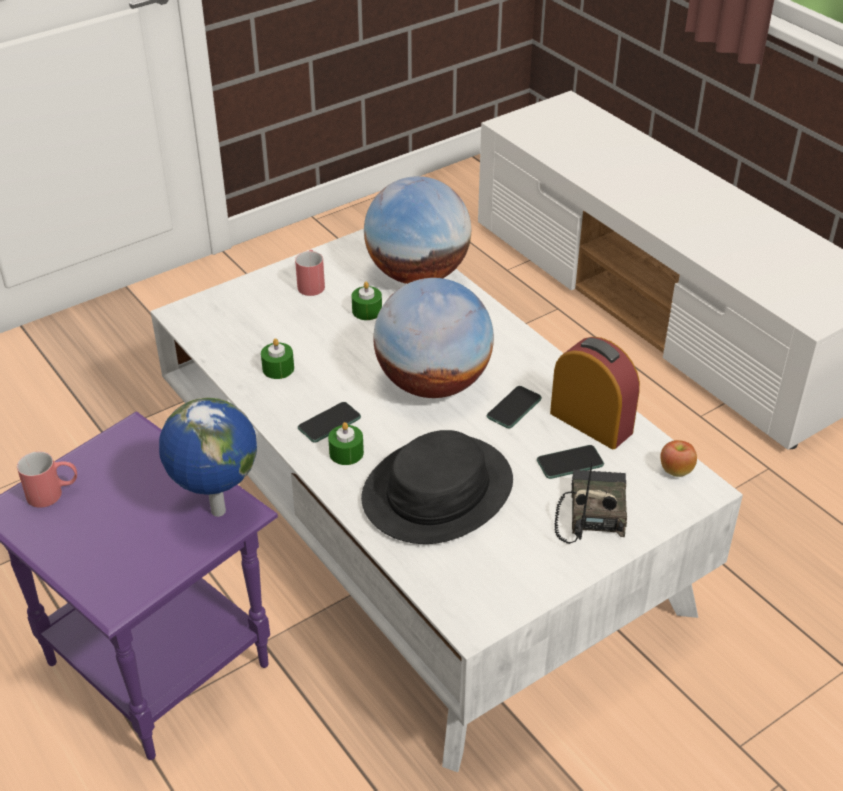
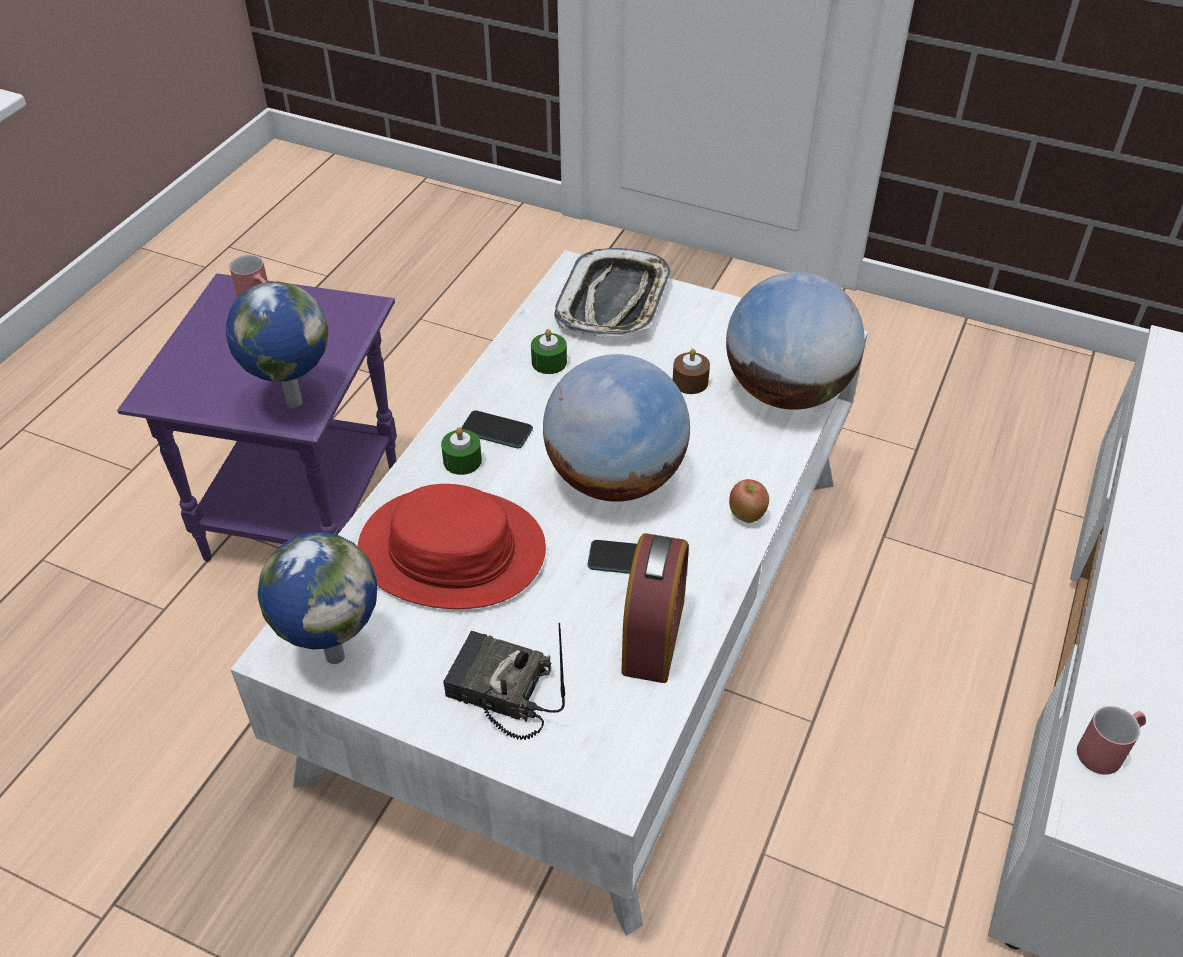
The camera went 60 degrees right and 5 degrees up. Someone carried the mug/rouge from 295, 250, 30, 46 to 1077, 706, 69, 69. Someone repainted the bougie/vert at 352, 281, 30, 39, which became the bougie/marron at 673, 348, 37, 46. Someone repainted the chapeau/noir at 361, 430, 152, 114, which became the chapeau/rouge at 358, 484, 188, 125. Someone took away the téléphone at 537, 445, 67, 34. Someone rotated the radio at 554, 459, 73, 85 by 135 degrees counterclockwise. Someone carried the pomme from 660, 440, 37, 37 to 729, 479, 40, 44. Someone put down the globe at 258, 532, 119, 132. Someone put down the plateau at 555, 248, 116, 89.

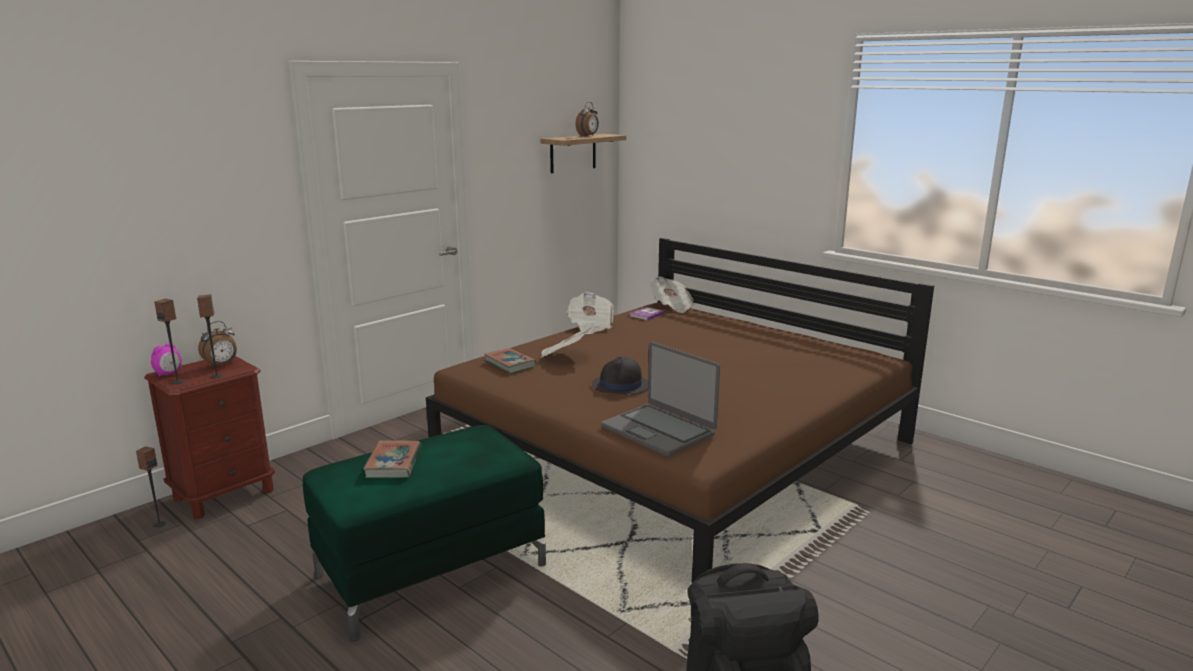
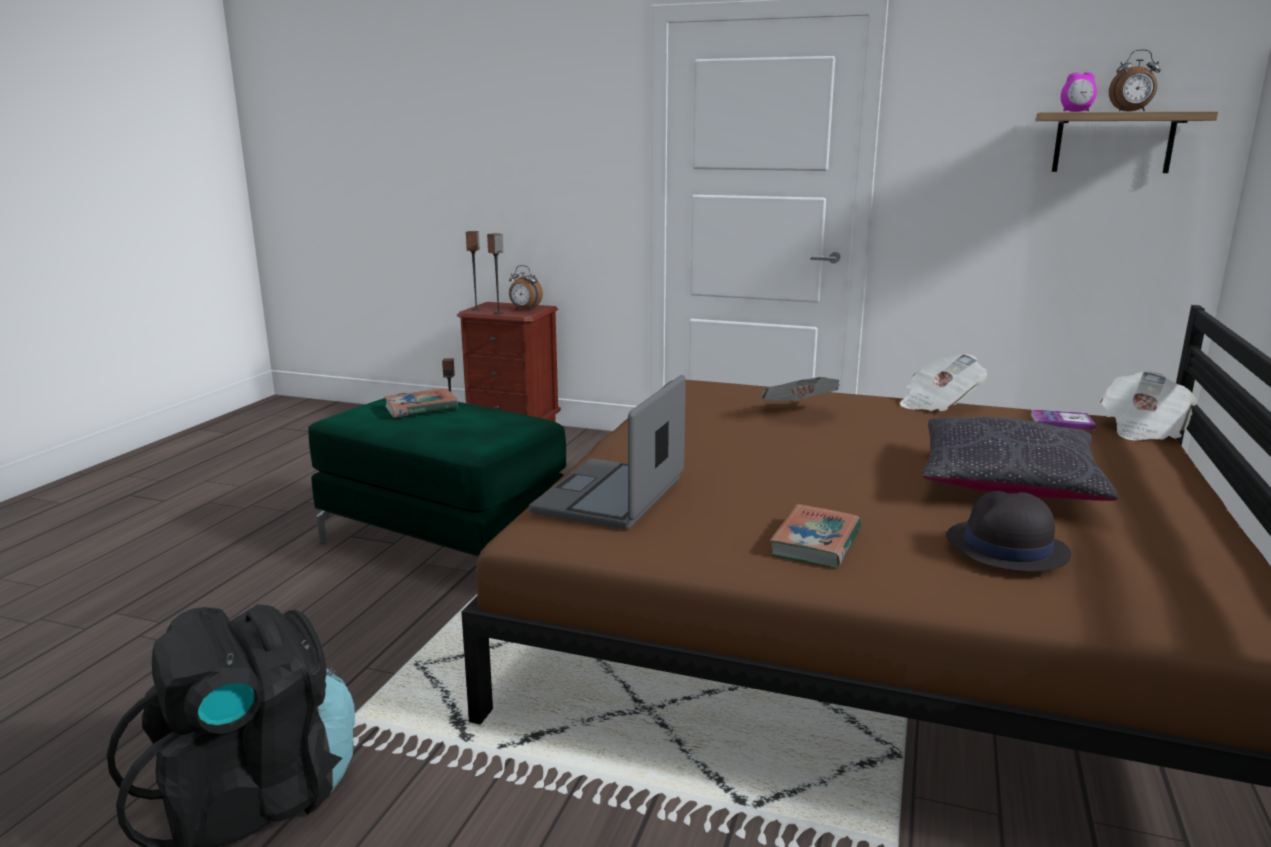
The camera went 65 degrees right and 0 degrees up. Someone carried the réveil from 151, 343, 31, 33 to 1061, 72, 36, 40. Someone carried the livre from 484, 348, 53, 25 to 770, 504, 92, 63. Someone carried the chapeau/noir from 592, 357, 56, 38 to 946, 491, 125, 81. Someone put down the coussin/noir at 923, 417, 195, 84.

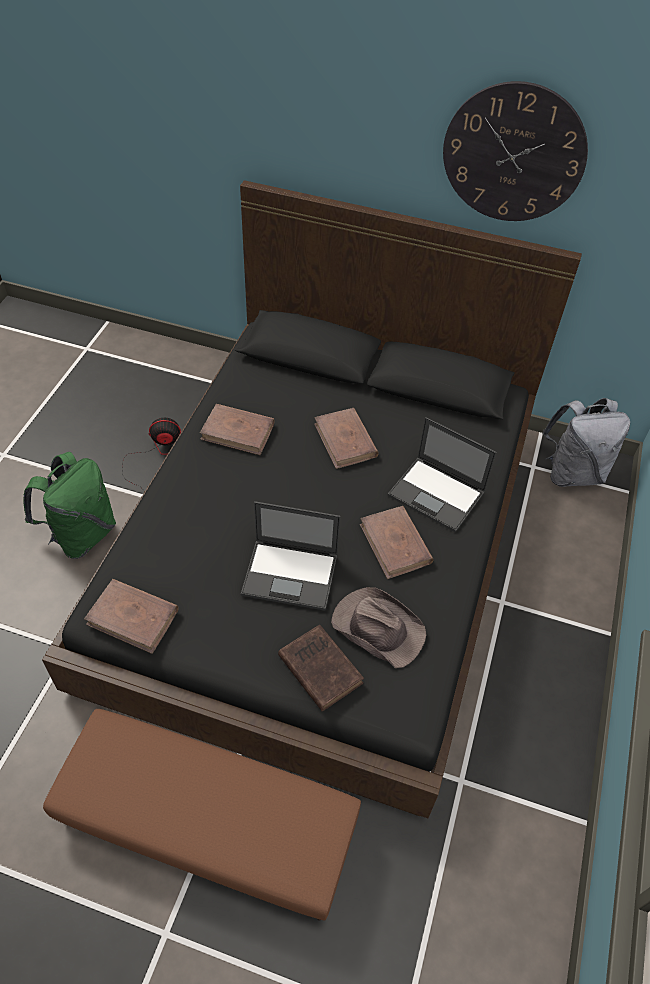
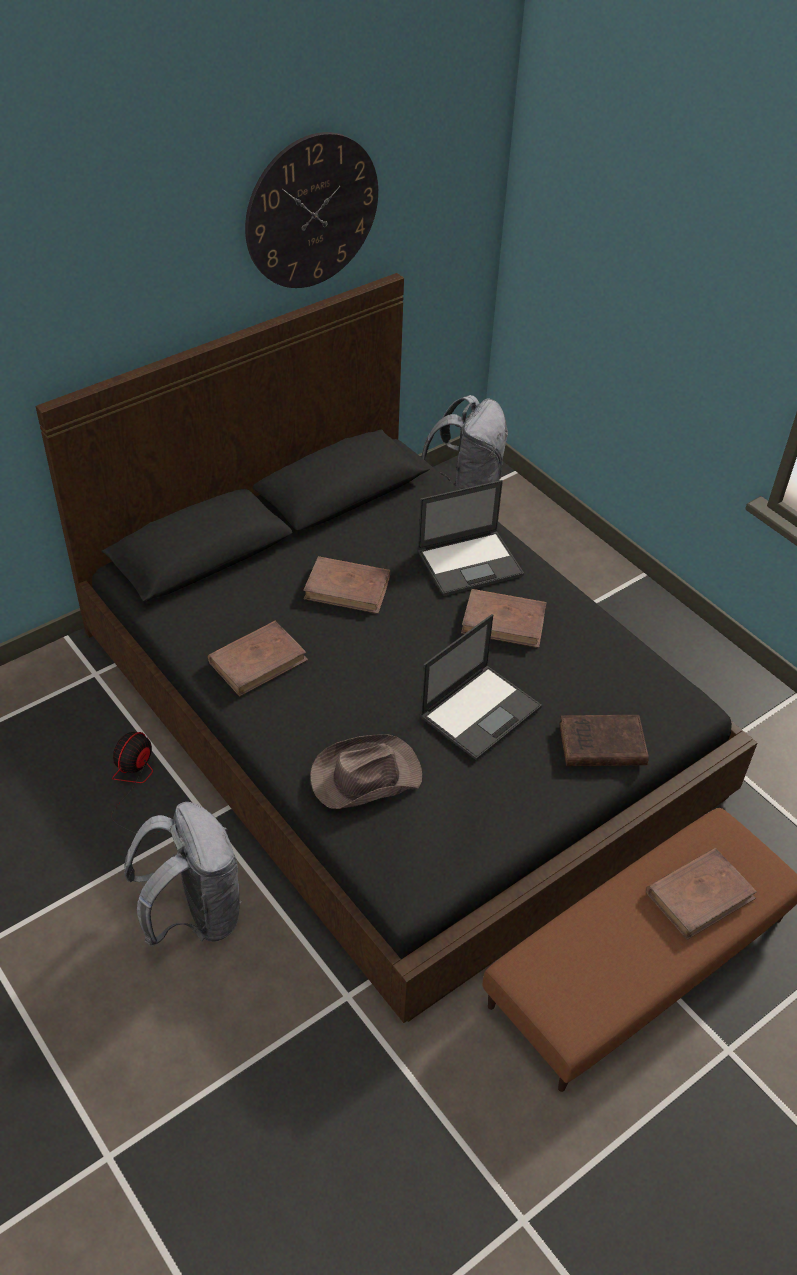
The camera went 55 degrees left and 5 degrees down. Someone repainted the sac à dos/vert at 23, 452, 93, 107, which became the sac à dos/gris at 124, 802, 118, 146. Someone carried the livre/marron from 84, 579, 94, 75 to 646, 848, 111, 92. Someone carried the chapeau/marron from 331, 587, 95, 81 to 310, 734, 112, 75.

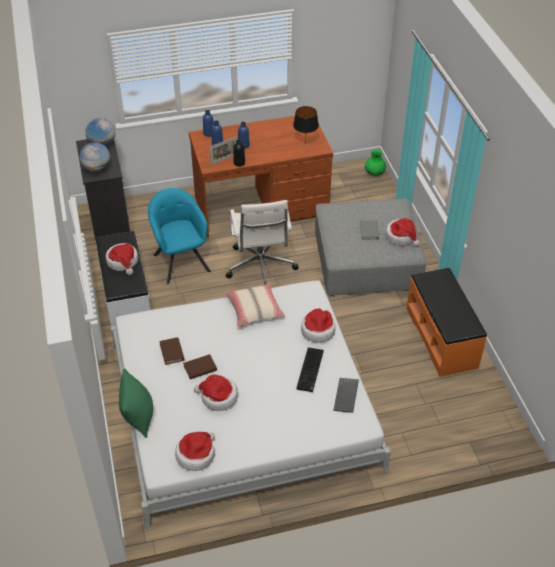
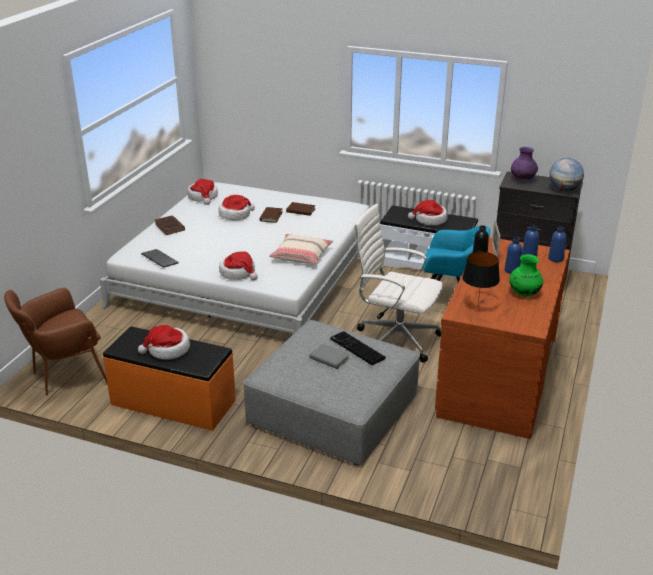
The camera went 125 degrees right and 15 degrees down. Someone swapped the globe at 79, 142, 31, 31 for the vase/violet at 511, 147, 27, 34. Someone took away the coussin/vert at 119, 368, 34, 70. Someone carried the clavier from 296, 348, 28, 44 to 330, 331, 56, 34. Someone carried the vase/vert from 365, 150, 21, 26 to 509, 254, 34, 43. Someone carried the chapeau from 385, 218, 35, 29 to 138, 325, 52, 35. Someone put down the fauteuil/marron at 4, 288, 104, 108. Someone put down the livre/marron at 155, 215, 30, 20.

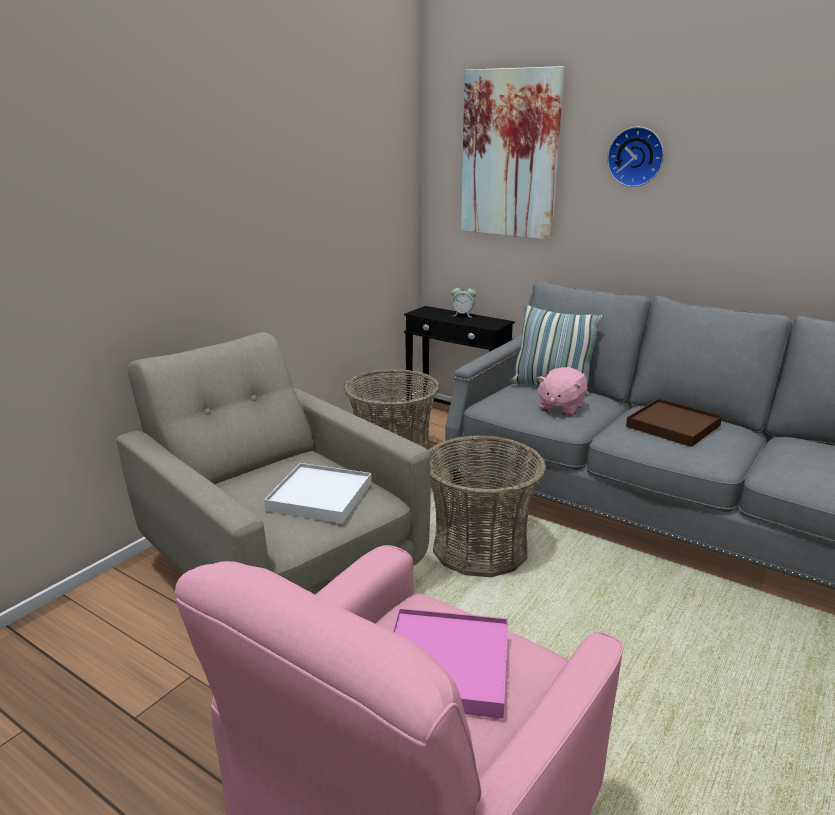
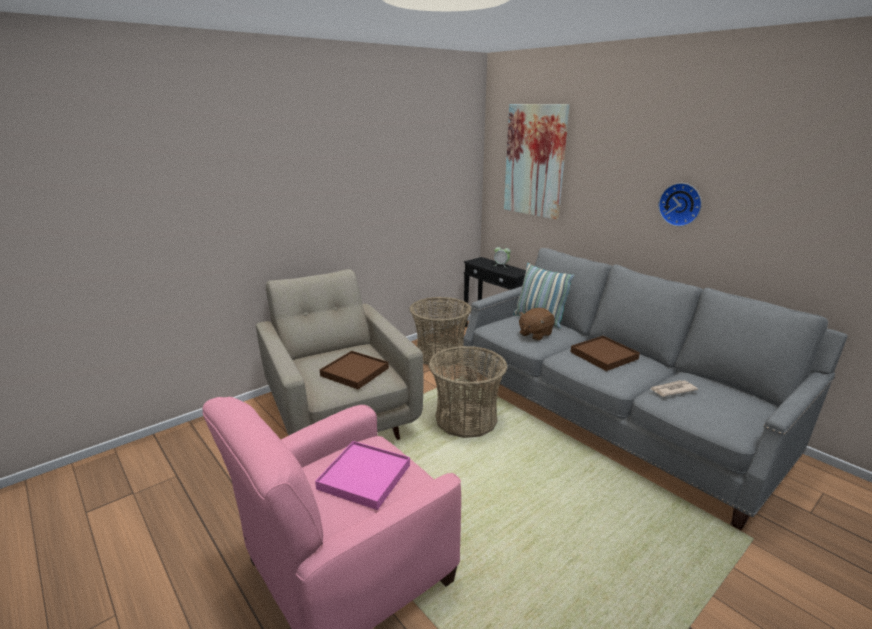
The camera went 15 degrees right and 0 degrees up. Someone repainted the plateau/blanc at 264, 463, 108, 60, which became the plateau/marron at 320, 351, 69, 38. Someone repainted the peluche/rose at 536, 367, 51, 49, which became the peluche/marron at 519, 308, 36, 33. Someone carried the horloge murale from 607, 127, 57, 60 to 658, 183, 44, 44. Someone put down the journal at 651, 380, 47, 17.

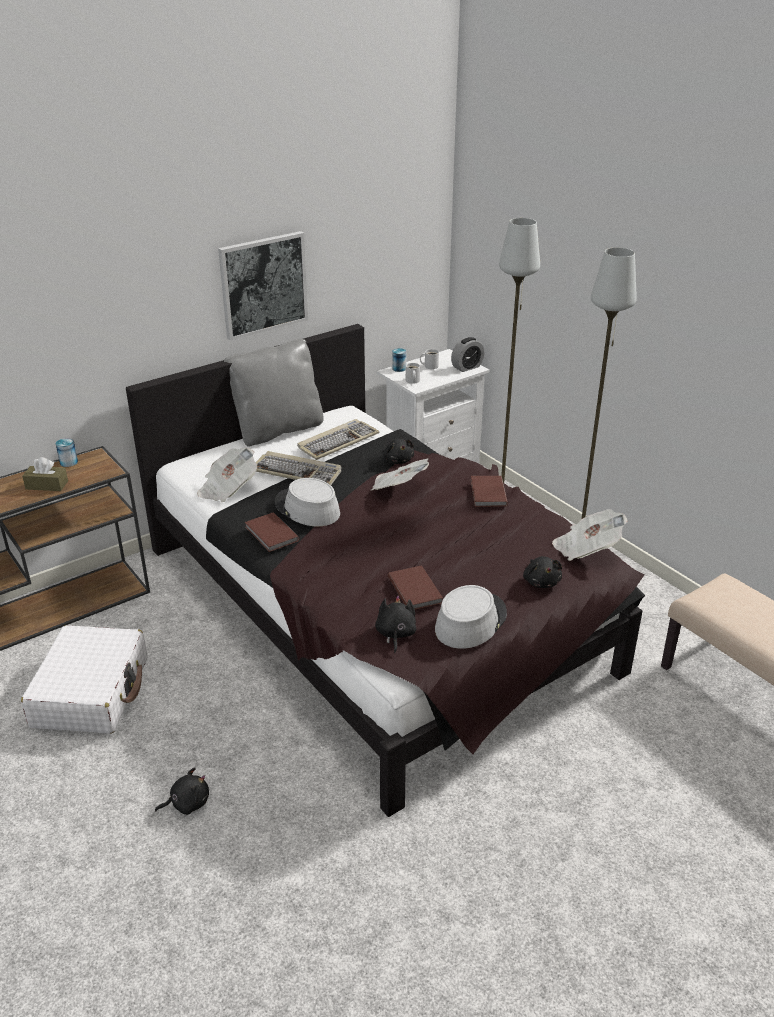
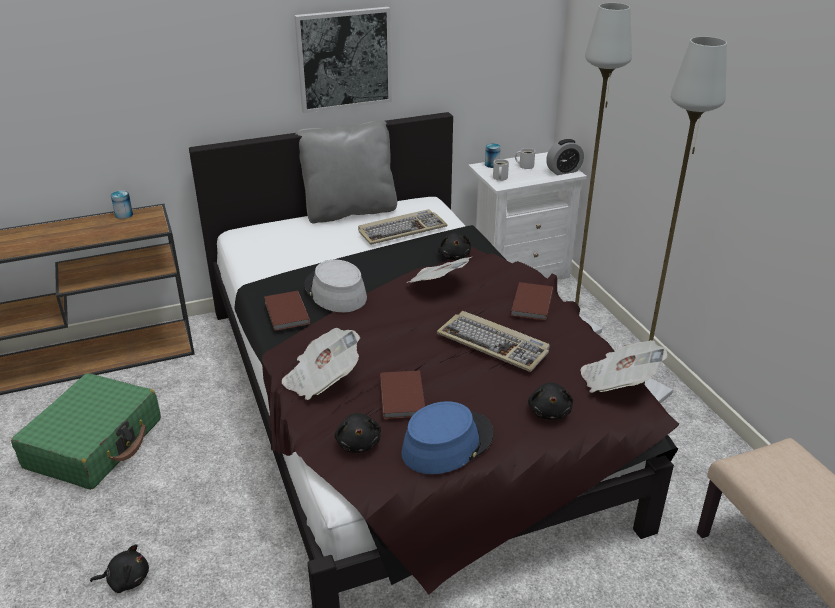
The camera went 15 degrees right and 0 degrees up. Someone repainted the valise/blanc at 21, 625, 127, 109, which became the valise/vert at 11, 373, 150, 117. Someone took away the boîte à mouchoirs/marron at 22, 457, 46, 34. Someone carried the journal from 197, 448, 60, 54 to 282, 328, 78, 72. Someone carried the clavier from 256, 451, 85, 34 to 437, 311, 113, 61. Someone rotated the peluche/noir at 375, 596, 41, 57 by 150 degrees clockwise. Someone repainted the chapeau/gris at 435, 585, 72, 64, which became the chapeau/bleu at 401, 401, 93, 73.

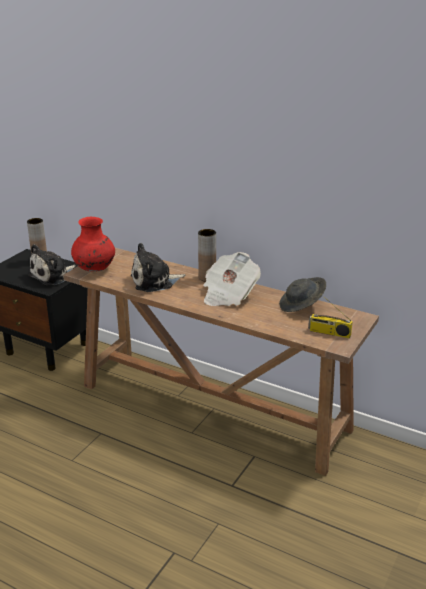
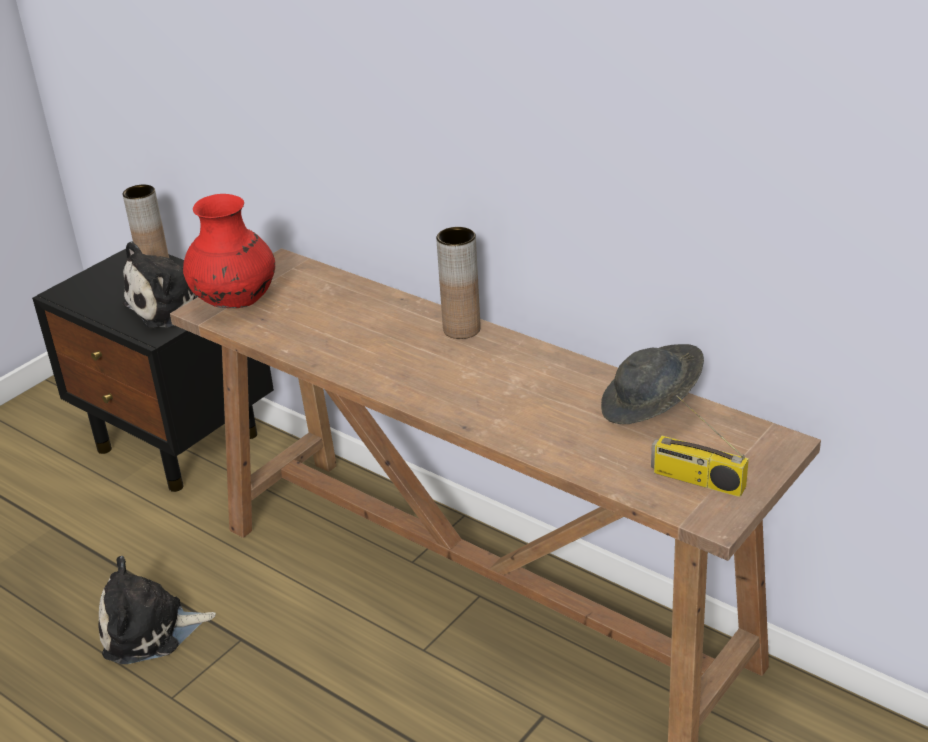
The camera went 10 degrees right and 5 degrees up. Someone carried the peluche from 131, 243, 55, 49 to 98, 556, 118, 108. Someone took away the journal at 203, 252, 58, 54.

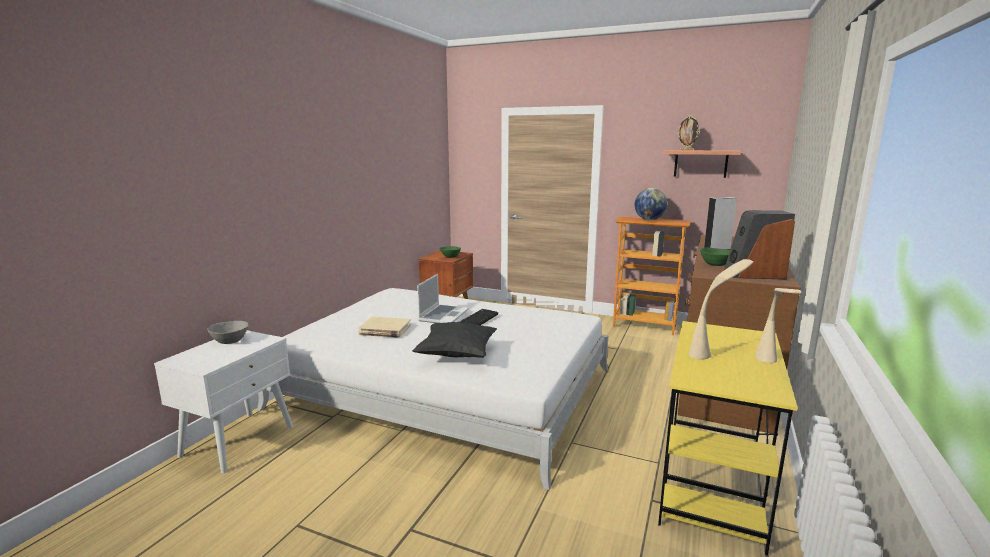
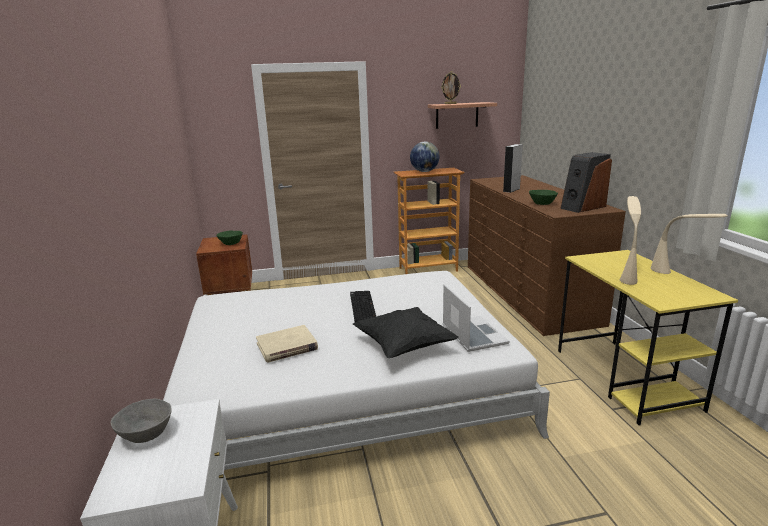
The camera went 35 degrees left and 5 degrees up. Someone carried the ordinateur portable from 417, 274, 51, 49 to 443, 284, 66, 68.

